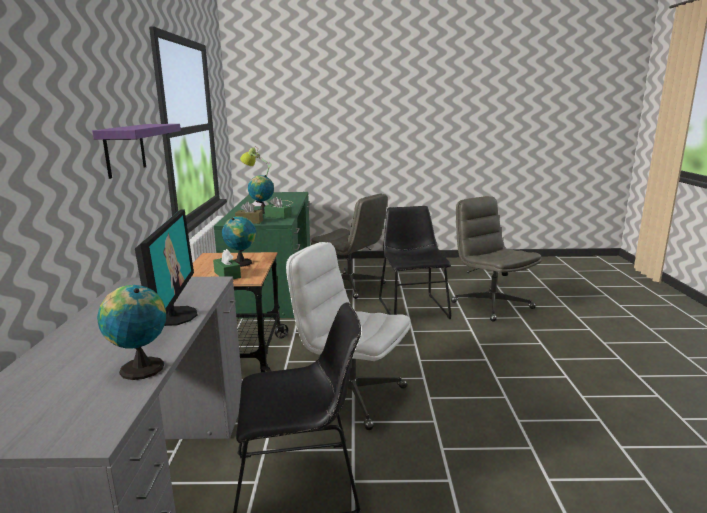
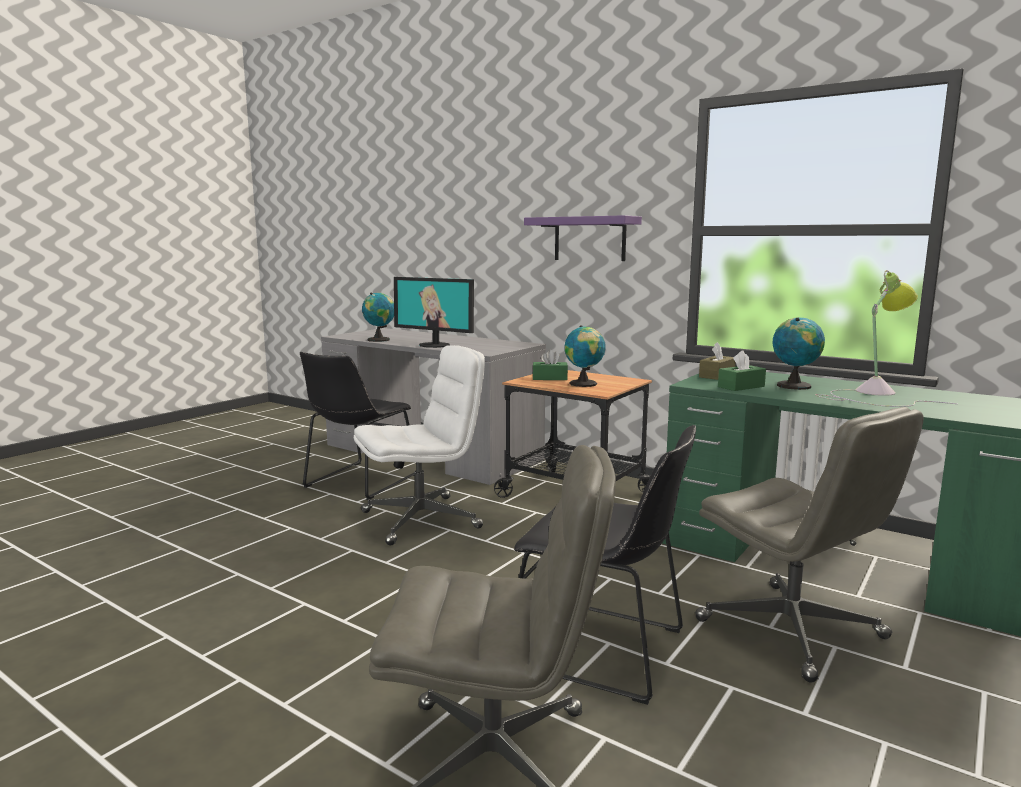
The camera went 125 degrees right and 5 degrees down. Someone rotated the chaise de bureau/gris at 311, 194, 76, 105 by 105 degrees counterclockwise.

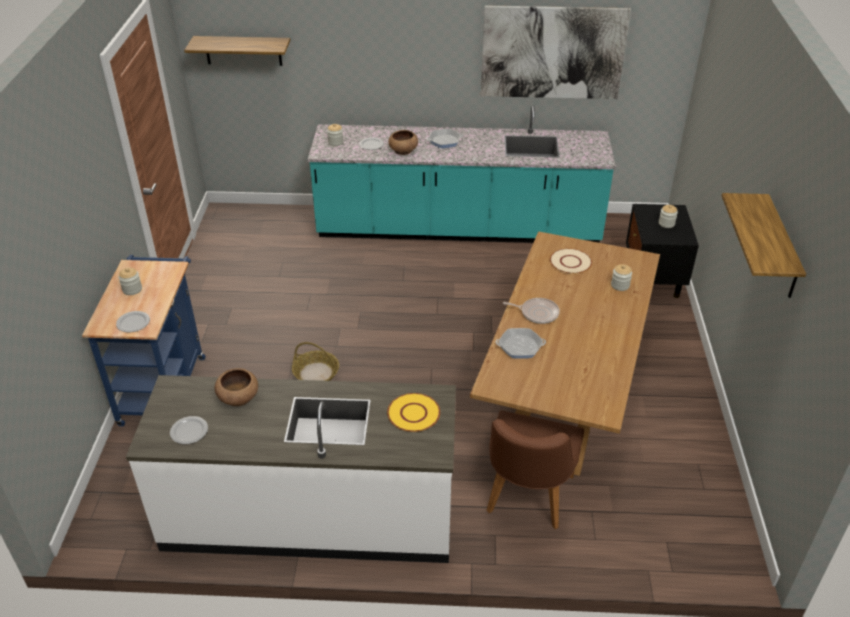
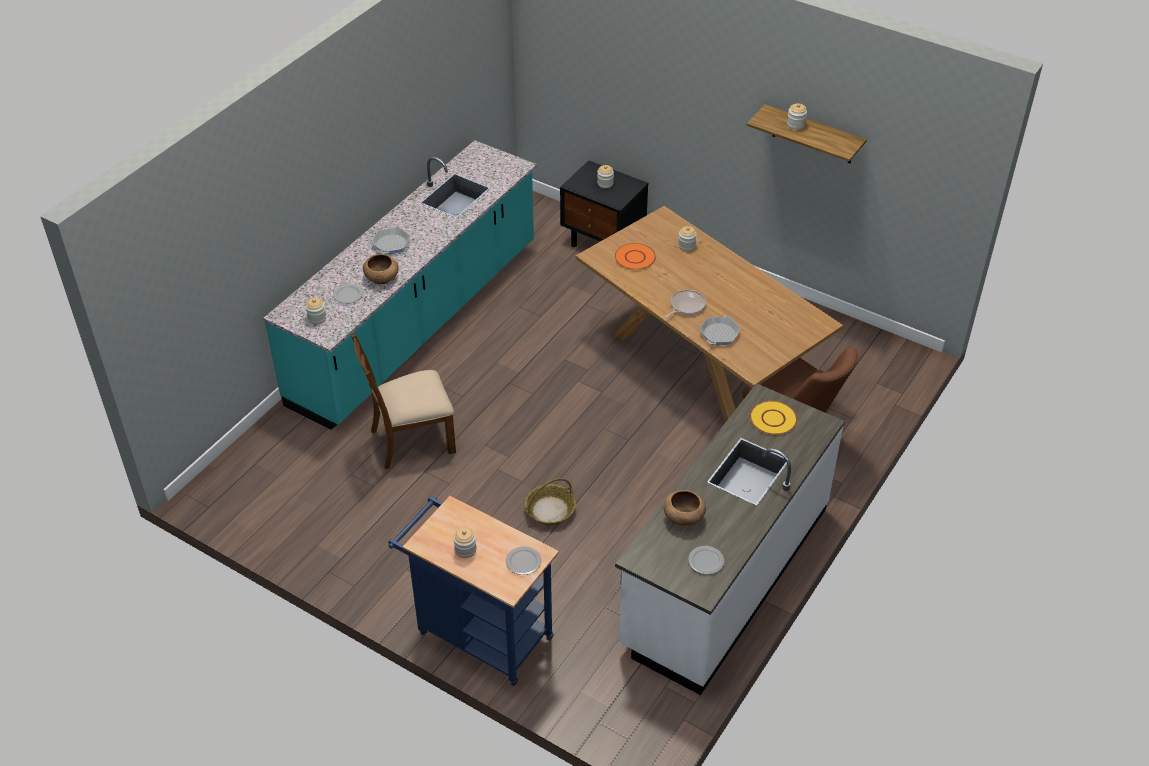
The camera went 60 degrees left and 5 degrees up. Someone took away the étagère at 184, 36, 106, 30. Someone took away the tableau at 481, 6, 150, 93. Someone repainted the assiette/beige at 550, 248, 42, 26, which became the assiette/orange at 615, 243, 41, 27. Someone put down the chaise/marron at 351, 334, 105, 135. Someone put down the bocal at 787, 103, 20, 27.

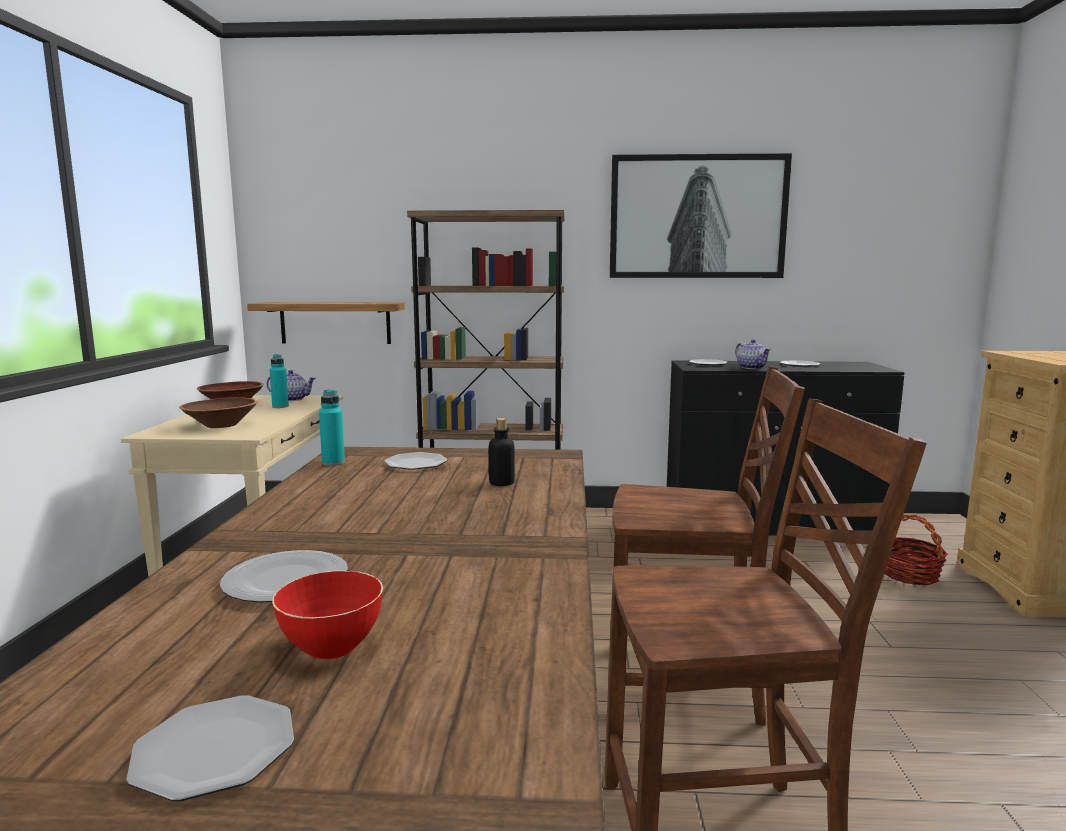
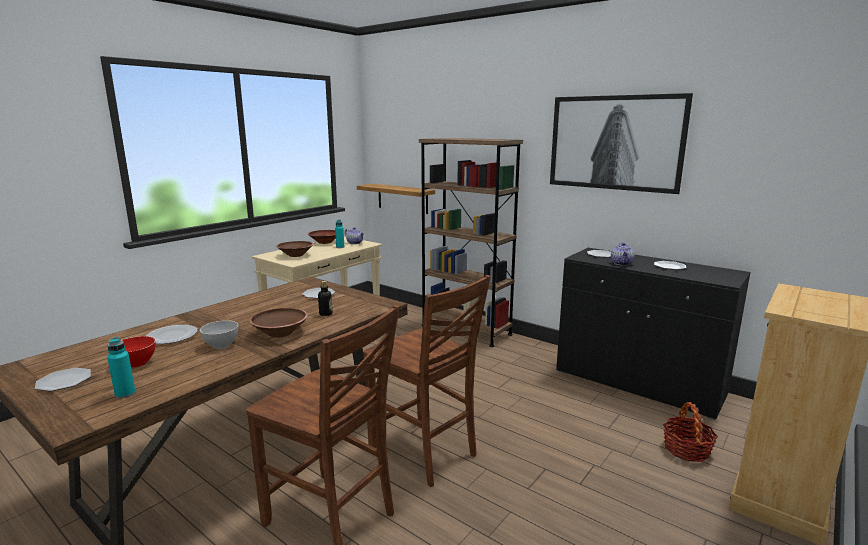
The camera went 35 degrees right and 5 degrees up. Someone carried the bouteille/turquoise from 319, 389, 26, 77 to 107, 337, 29, 62. Someone put down the bol/gris at 200, 321, 38, 28. Someone put down the bol/marron at 249, 308, 59, 30.

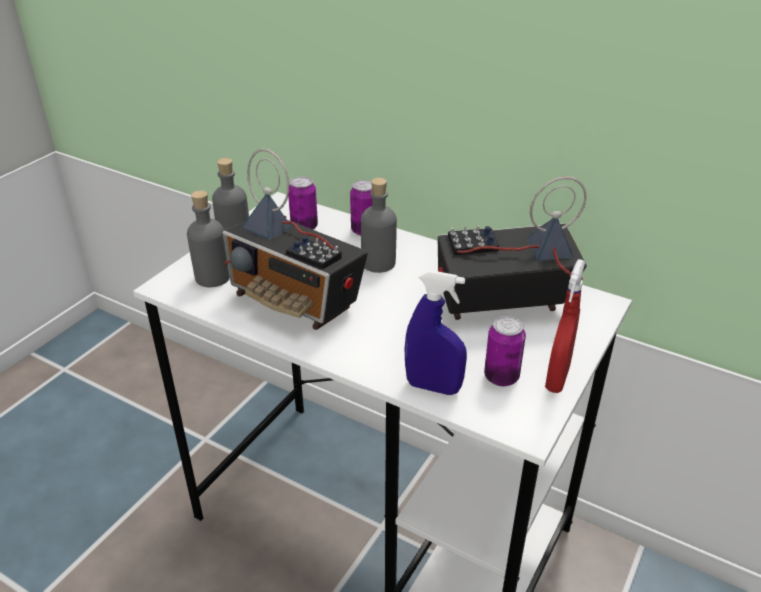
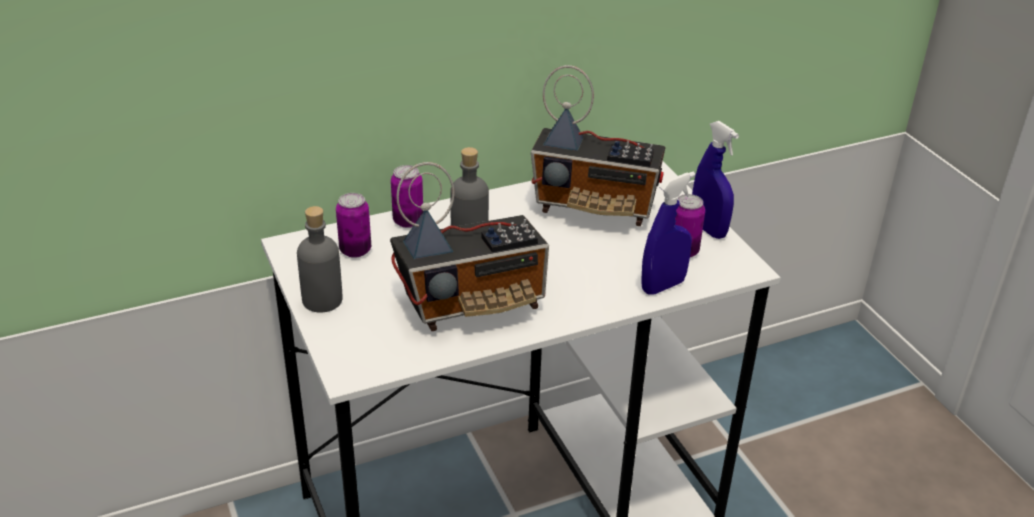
The camera went 55 degrees left and 0 degrees up. Someone took away the bouteille/gris at 187, 190, 43, 97. Someone rotated the radio at 437, 176, 150, 144 by 105 degrees counterclockwise. Someone repainted the vaporisateur/rouge at 545, 259, 40, 134, which became the vaporisateur/bleu at 692, 121, 47, 118.

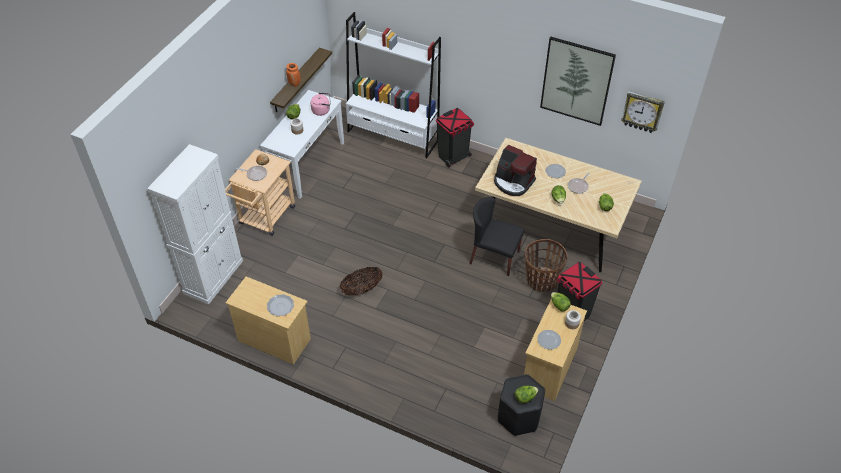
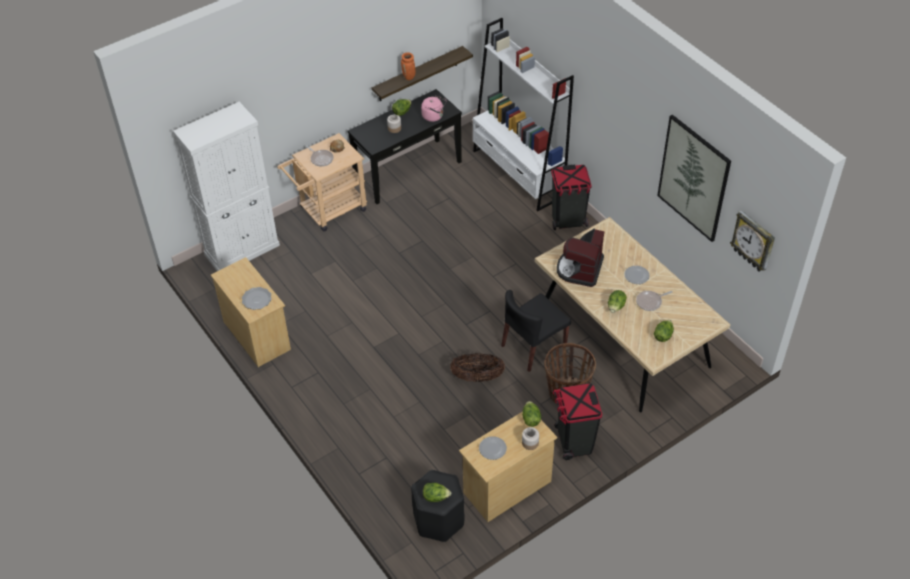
The camera went 30 degrees right and 0 degrees up. Someone repainted the table console/blanc at 260, 90, 84, 109, which became the table console/noir at 348, 89, 114, 115. Someone carried the panier from 340, 267, 43, 28 to 450, 353, 55, 29. Someone rotated the chaise/noir at 469, 197, 56, 79 by 90 degrees counterclockwise. Someone rotated the machine à café at 494, 145, 43, 51 by 45 degrees clockwise.

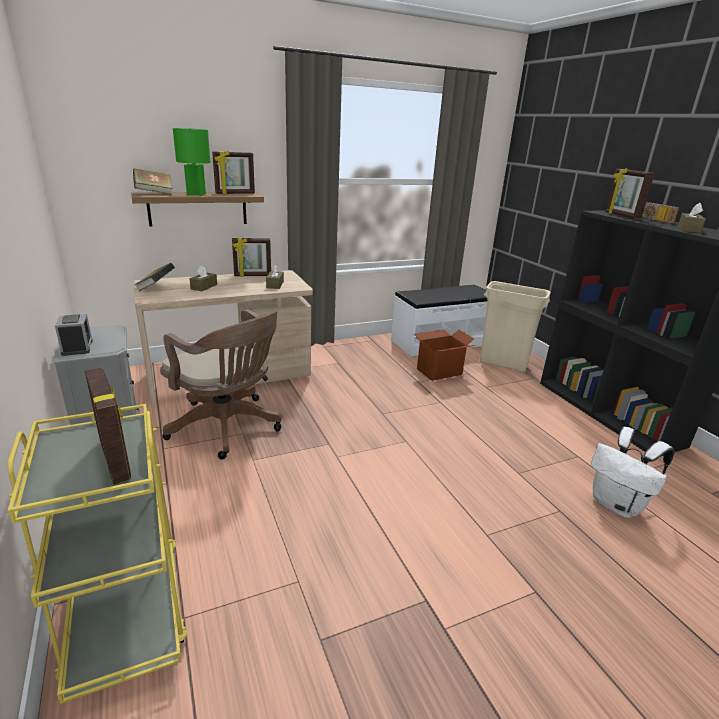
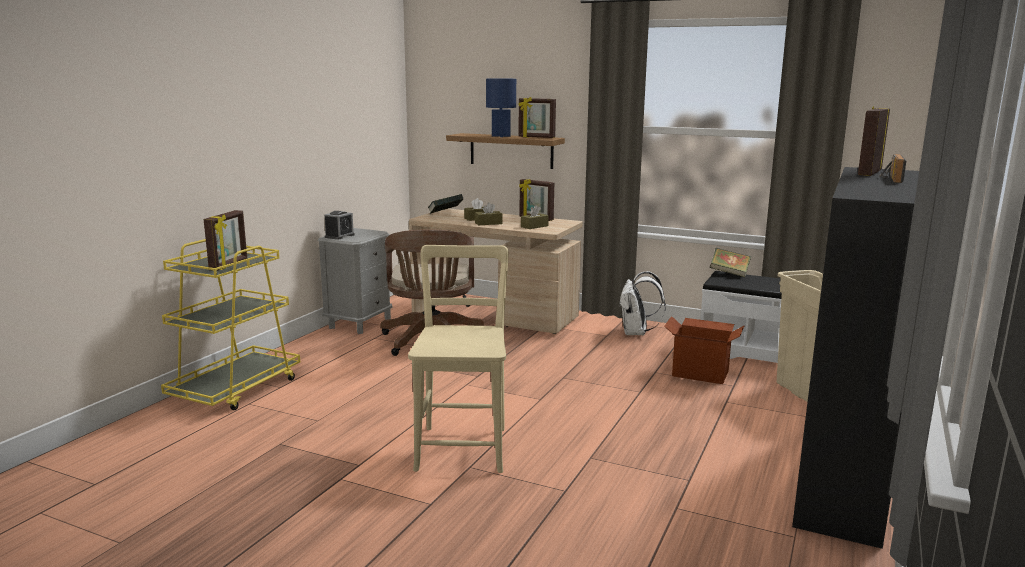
The camera went 50 degrees right and 10 degrees down. Someone carried the livre from 133, 169, 40, 26 to 710, 248, 41, 29. Someone repainted the lampe de table/vert at 173, 128, 38, 68, which became the lampe de table/bleu at 486, 78, 30, 59. Someone carried the sac à dos/blanc from 591, 427, 83, 91 to 620, 271, 46, 64. Someone carried the boîte à mouchoirs/marron from 678, 202, 28, 31 to 475, 202, 27, 23. Someone put down the chaise/beige at 408, 245, 101, 228.

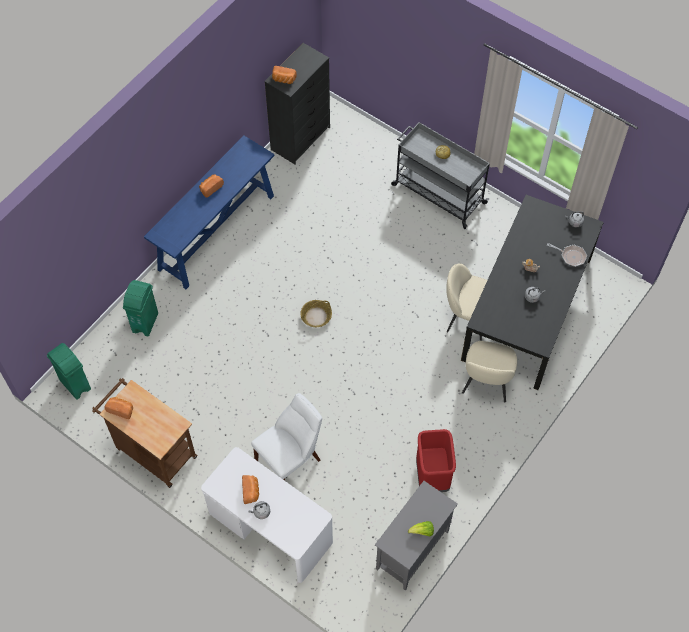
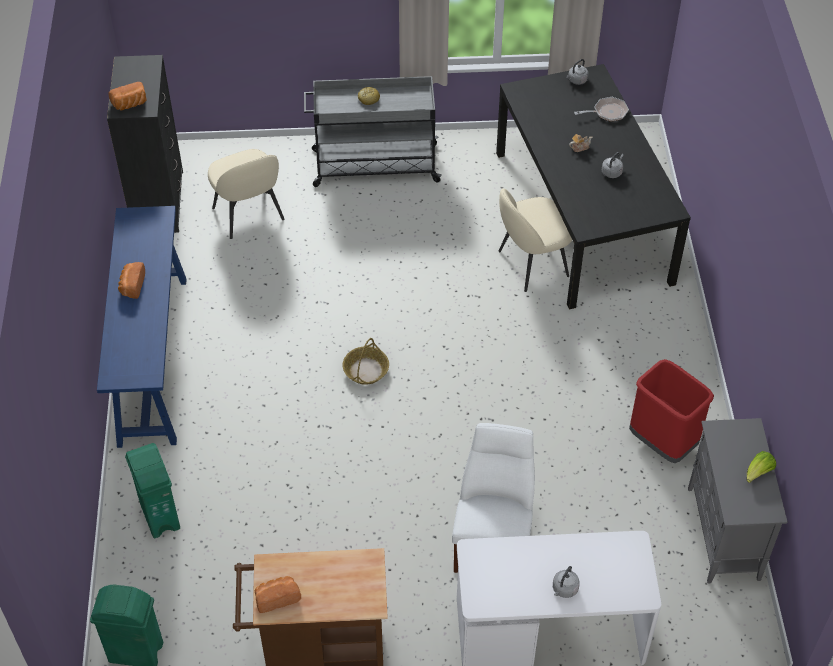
The camera went 40 degrees left and 10 degrees down. Someone took away the pain at 242, 475, 17, 29. Someone carried the chaise/beige from 462, 341, 55, 61 to 208, 149, 76, 90.

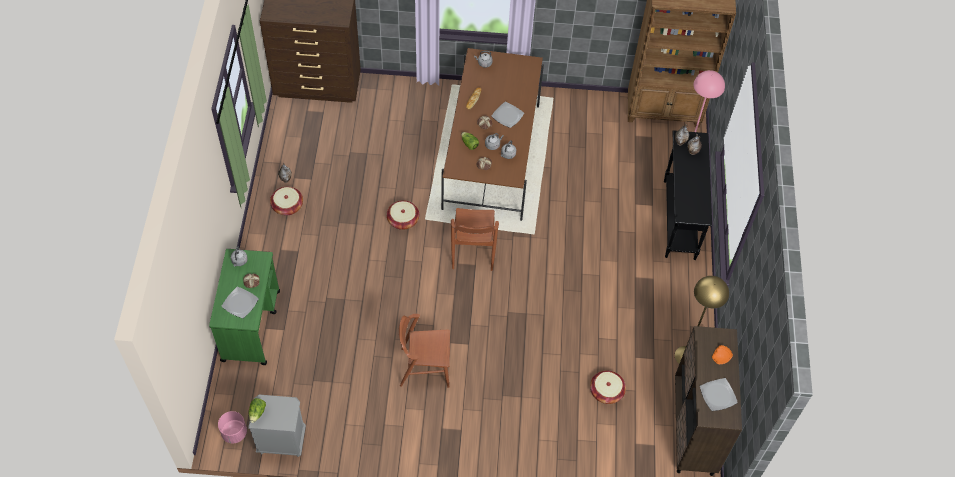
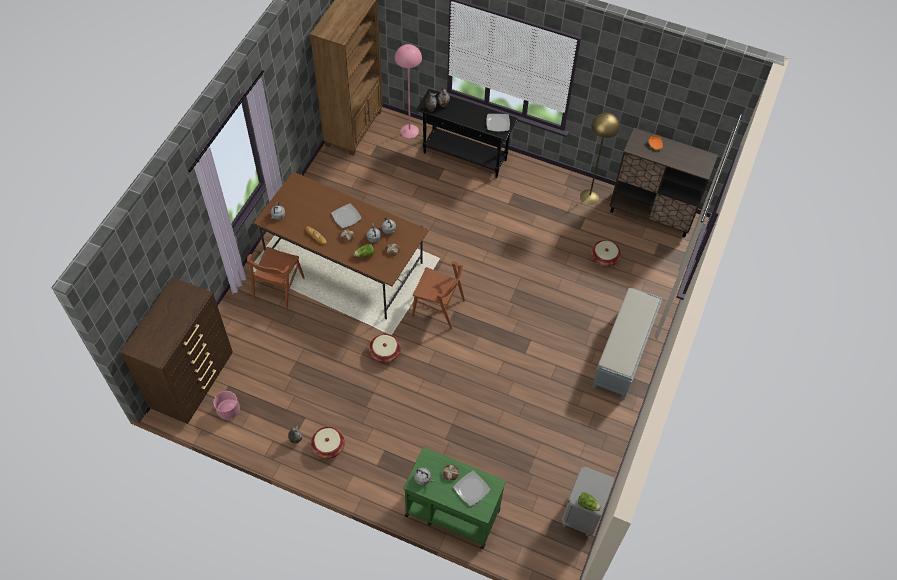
The camera went 70 degrees left and 0 degrees up. Someone carried the cache-pot/rose from 218, 411, 29, 32 to 214, 391, 26, 29. Someone carried the chaise/marron from 399, 314, 51, 74 to 247, 247, 58, 64. Someone carried the assiette from 700, 378, 38, 33 to 486, 114, 24, 18. Someone put down the banc/gris at 592, 288, 70, 112.

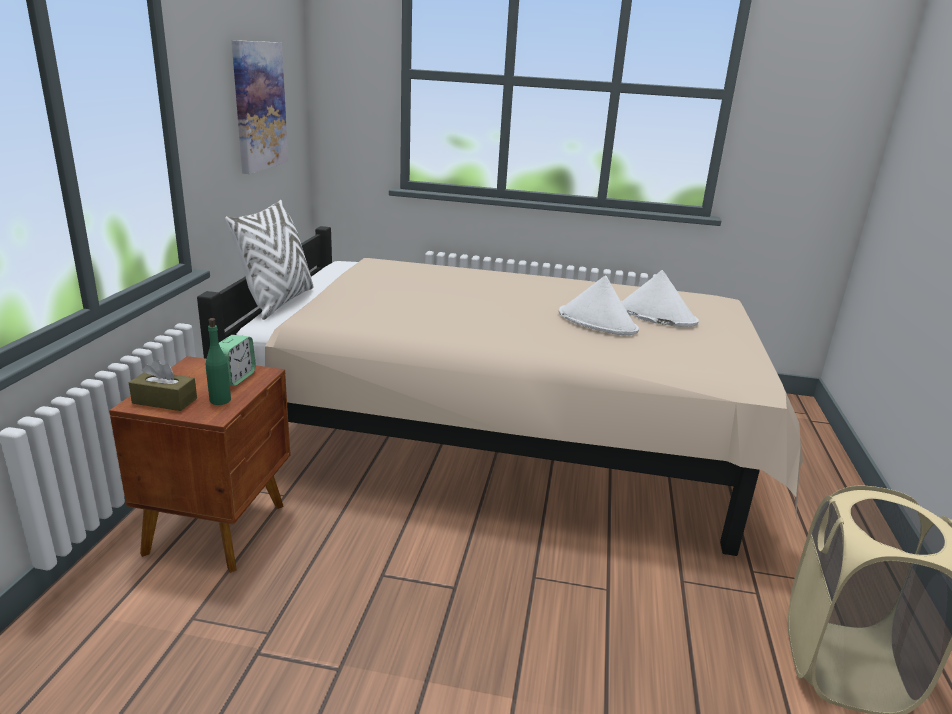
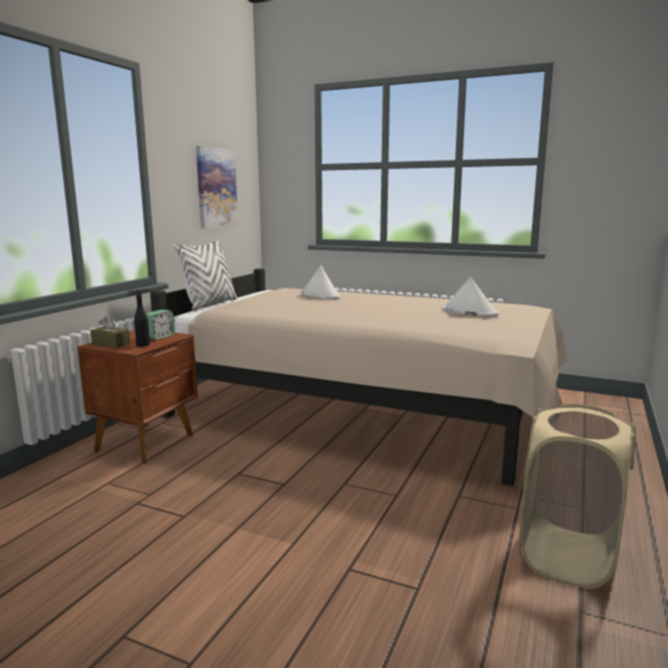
The camera went 15 degrees right and 10 degrees down. Someone repainted the bouteille/vert at 206, 318, 25, 87, which became the bouteille/noir at 134, 289, 16, 58. Someone carried the chapeau/blanc from 559, 275, 80, 60 to 301, 266, 40, 33.

